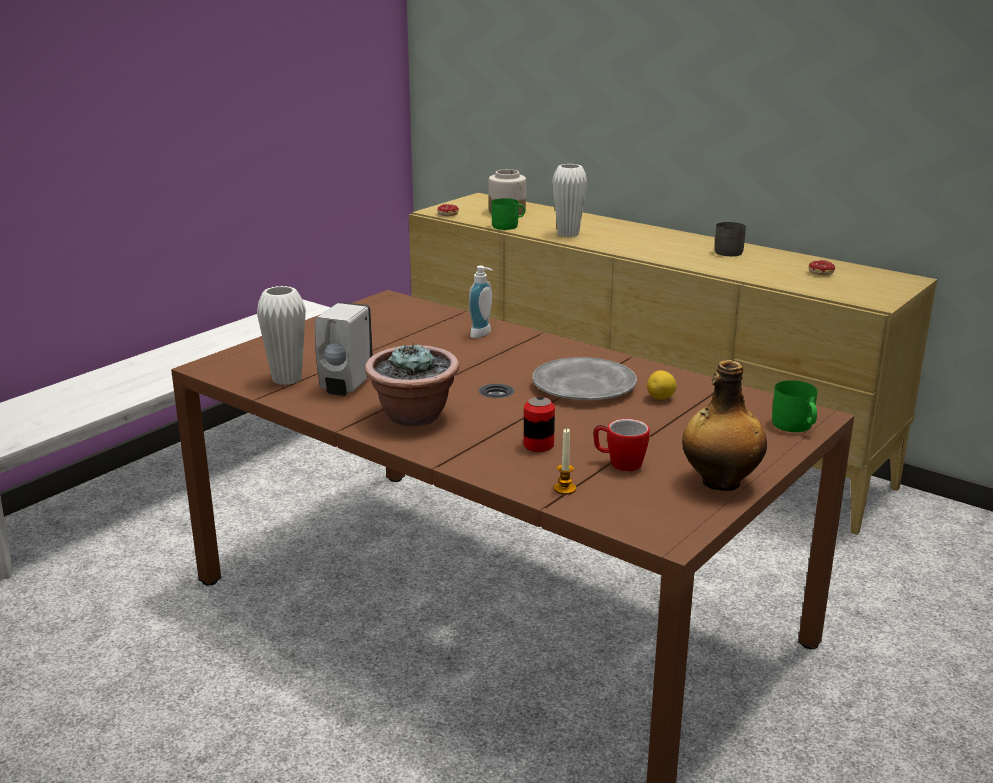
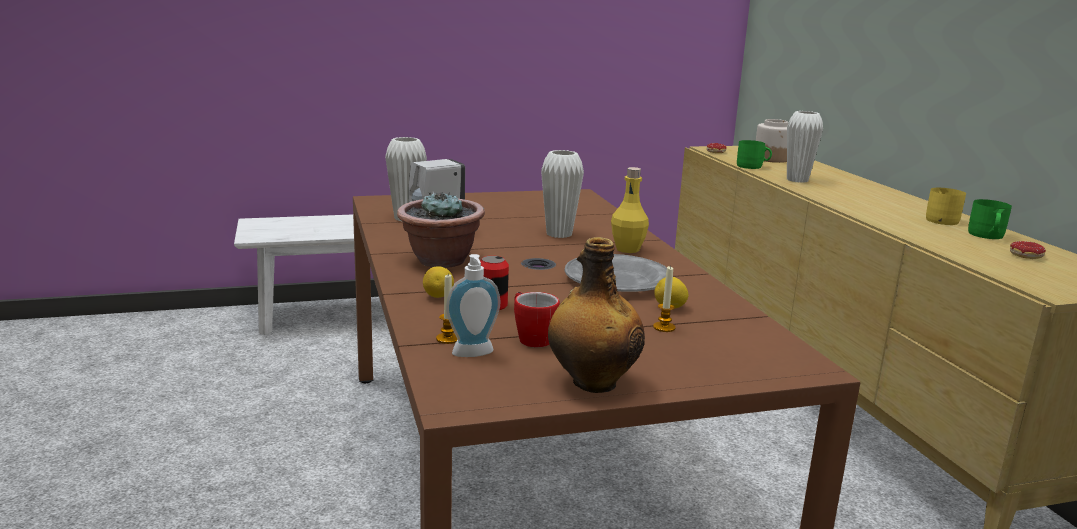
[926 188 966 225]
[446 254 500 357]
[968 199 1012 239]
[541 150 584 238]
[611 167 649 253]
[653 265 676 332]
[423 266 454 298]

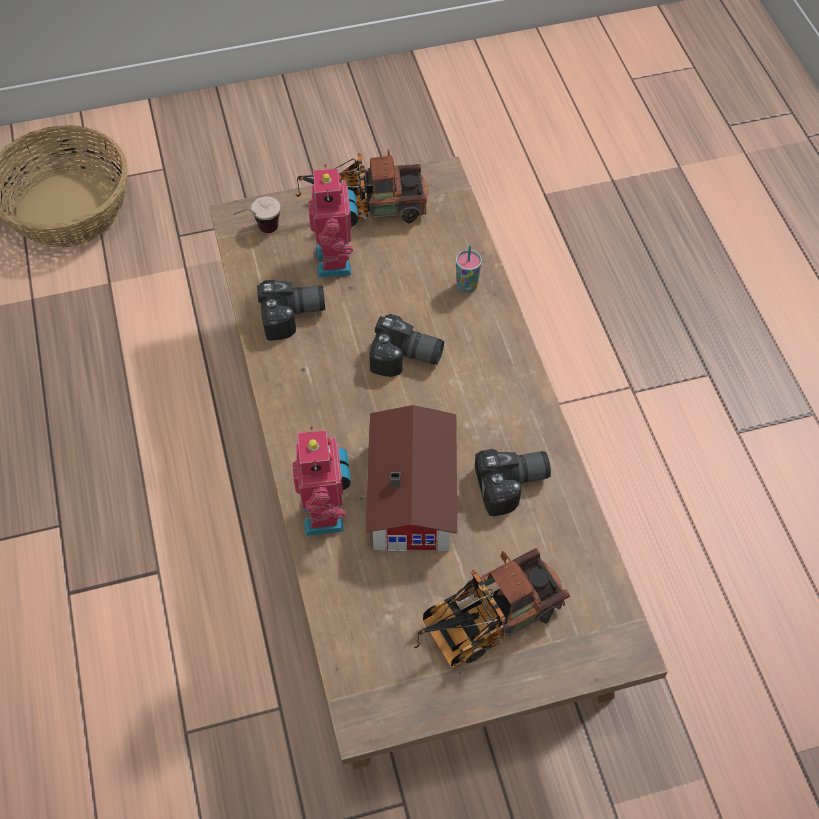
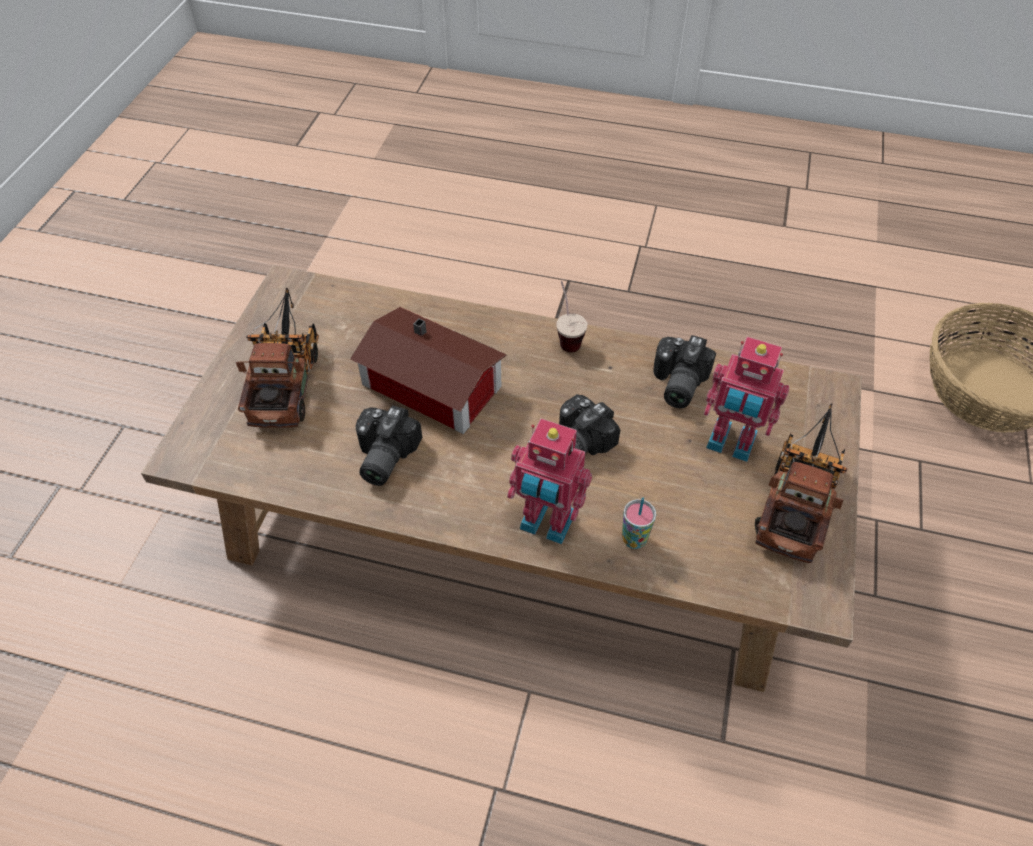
[556 281 588 352]
[507 418 592 544]

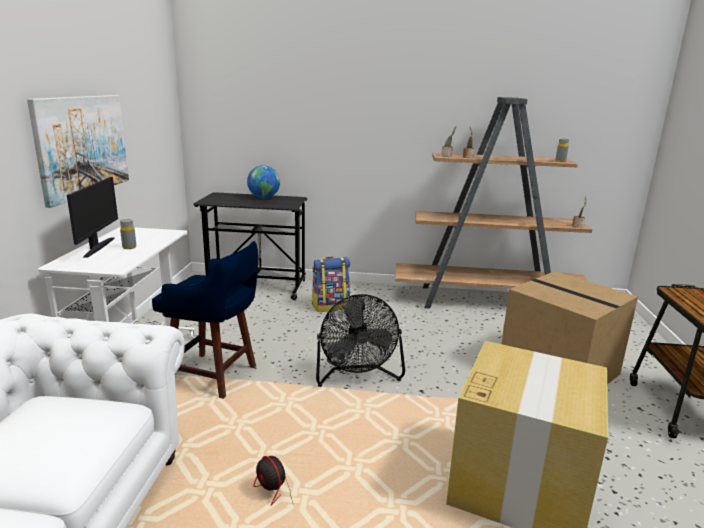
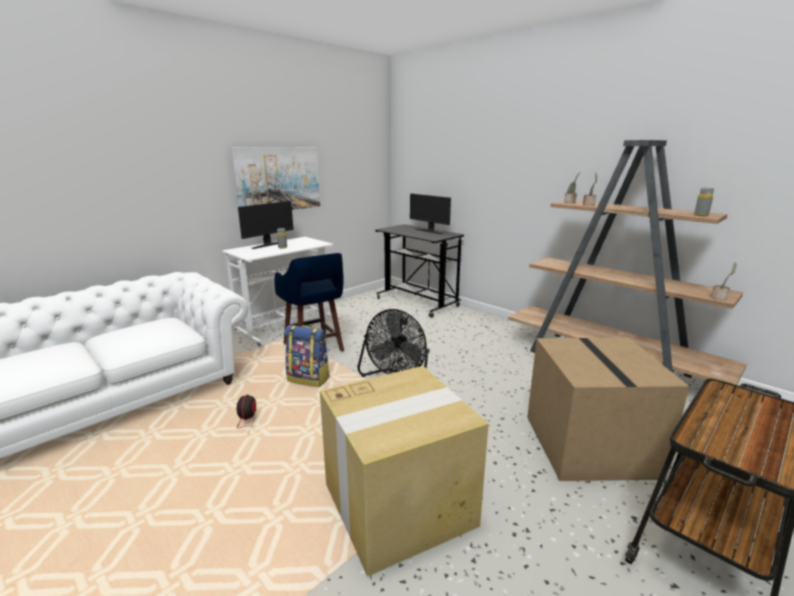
[410 194 451 234]
[284 325 330 387]

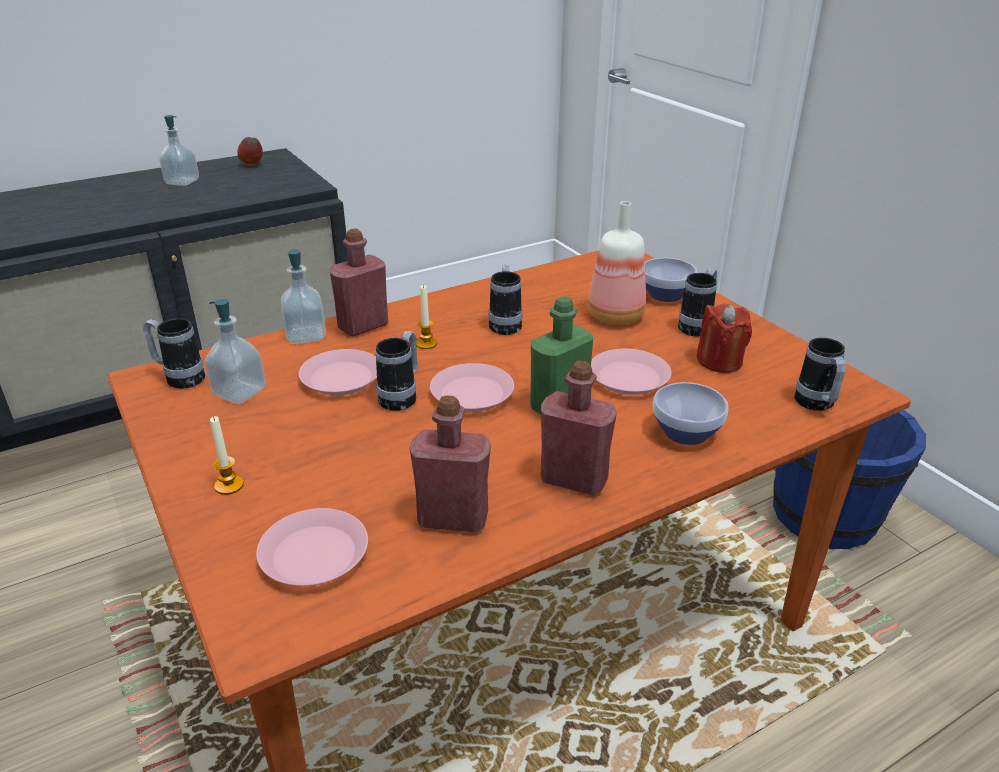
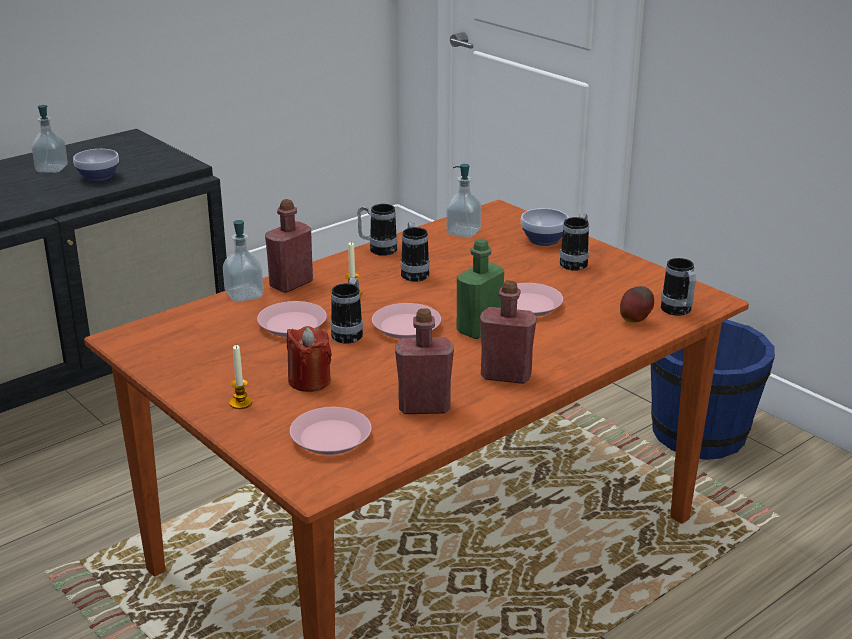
[620 286 654 323]
[587 201 646 325] (first image)
[446 164 482 238]
[287 326 332 392]
[357 204 397 256]
[73 149 119 182]

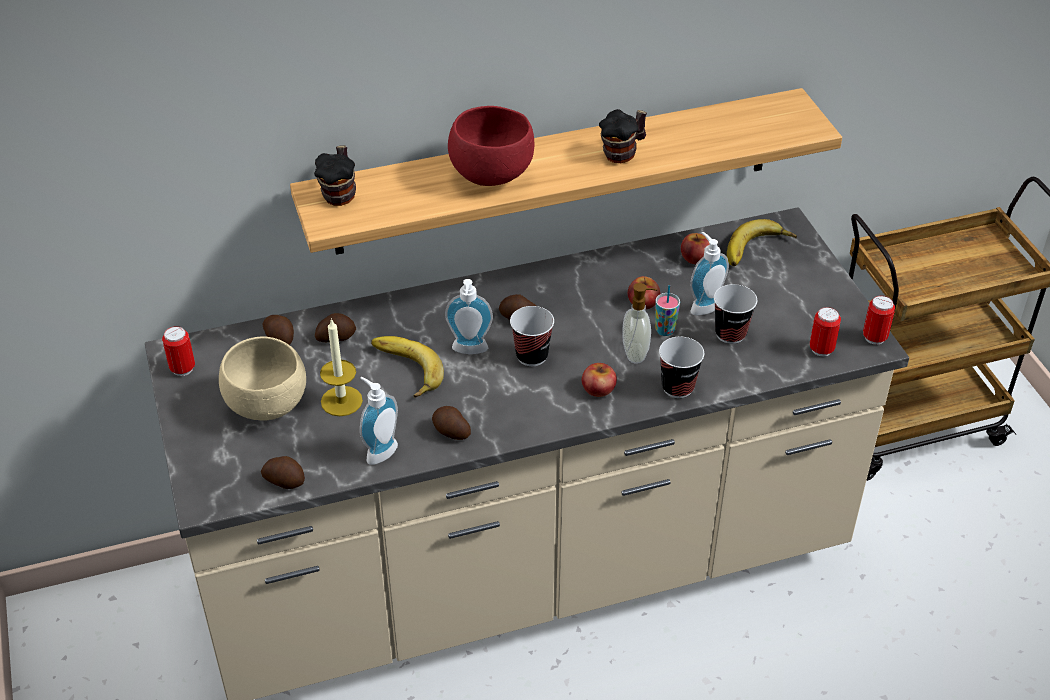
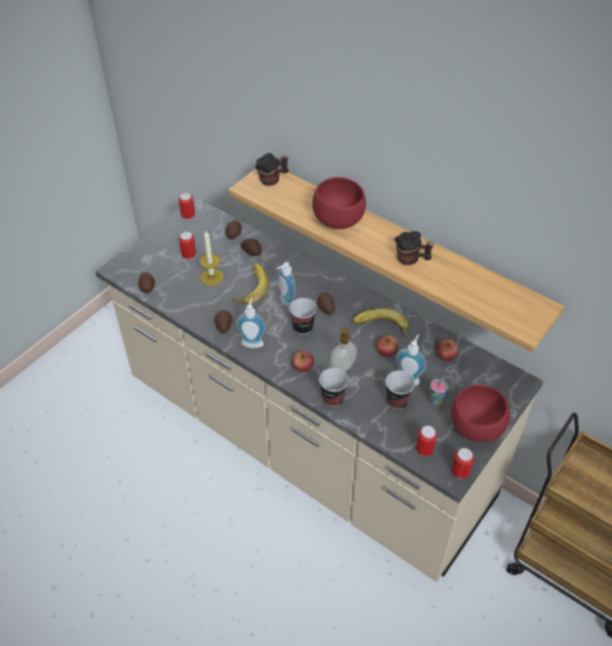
[353 308 408 338]
[429 377 447 406]
[179 232 196 260]
[236 298 266 348]
[451 385 510 442]

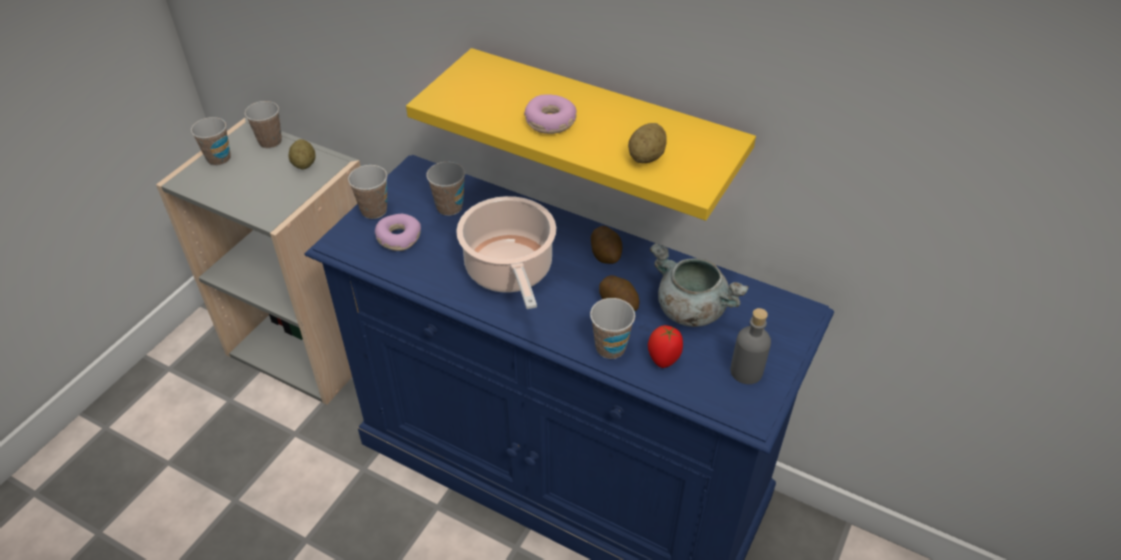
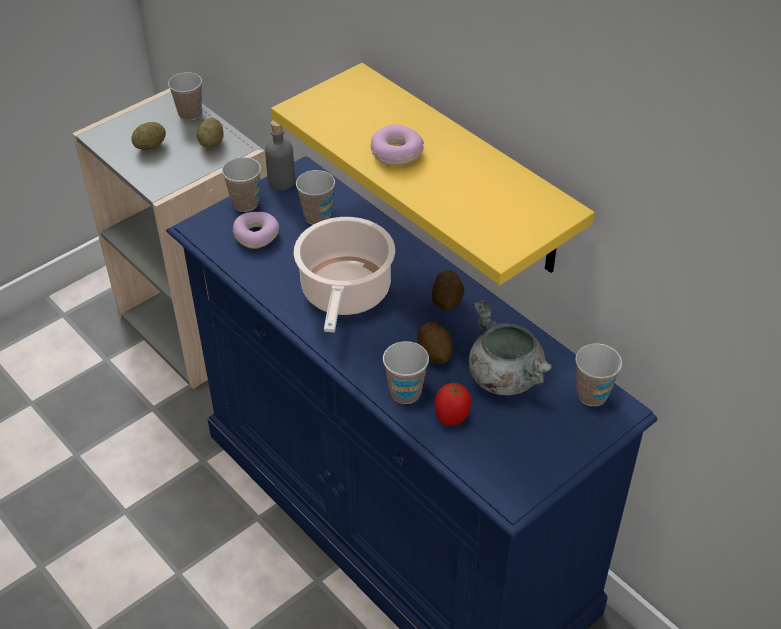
[575 343 622 406]
[131 122 166 150]
[265 120 295 190]

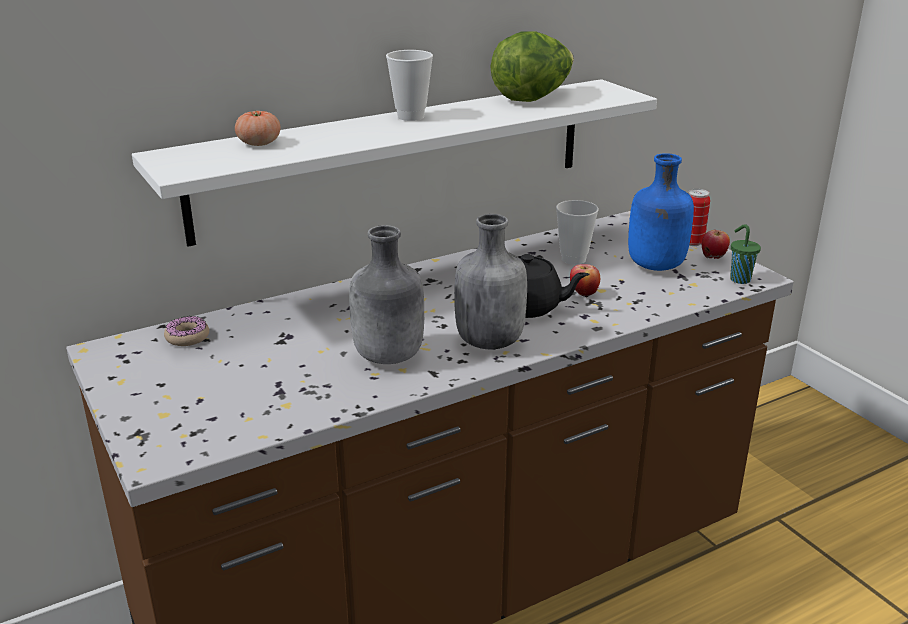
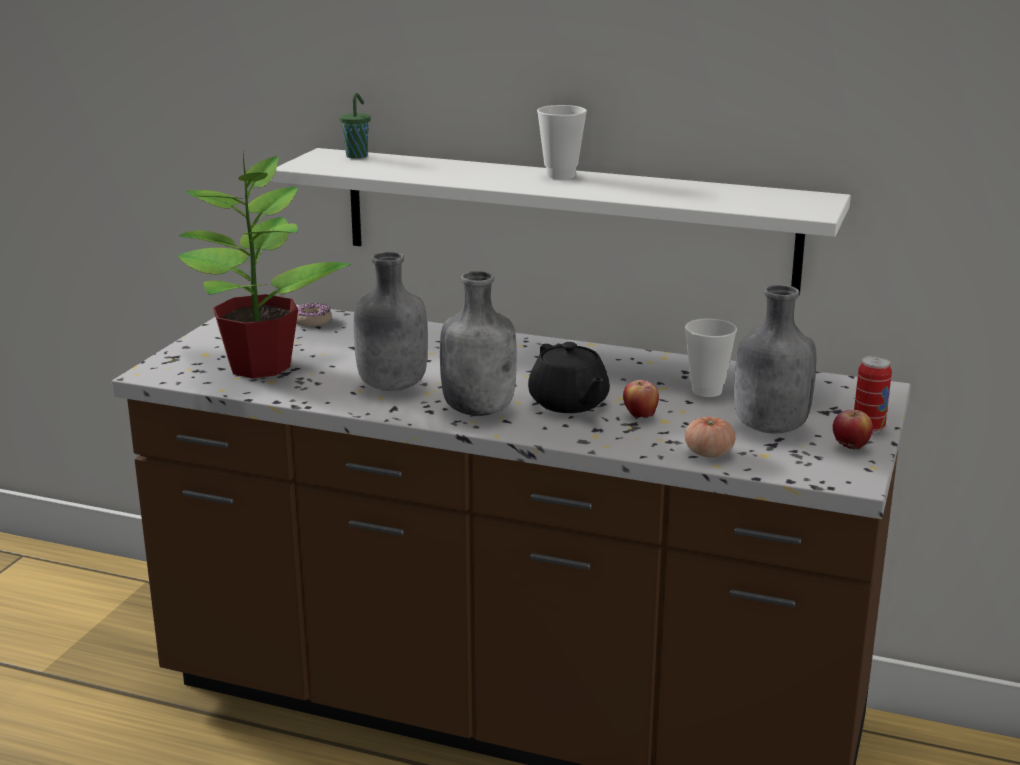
[490 32 574 102] (first image)
[685 417 735 458]
[734 285 817 434]
[340 93 371 159]
[178 151 350 378]

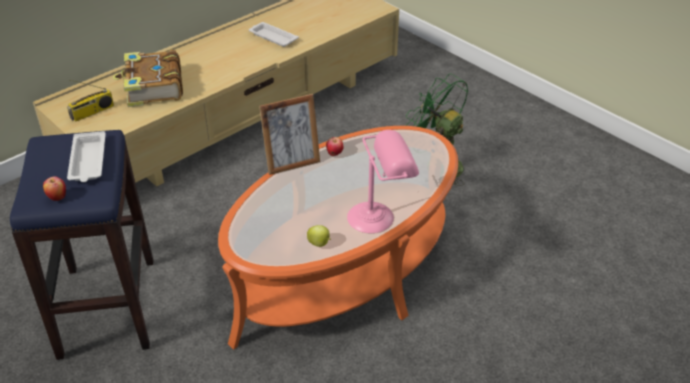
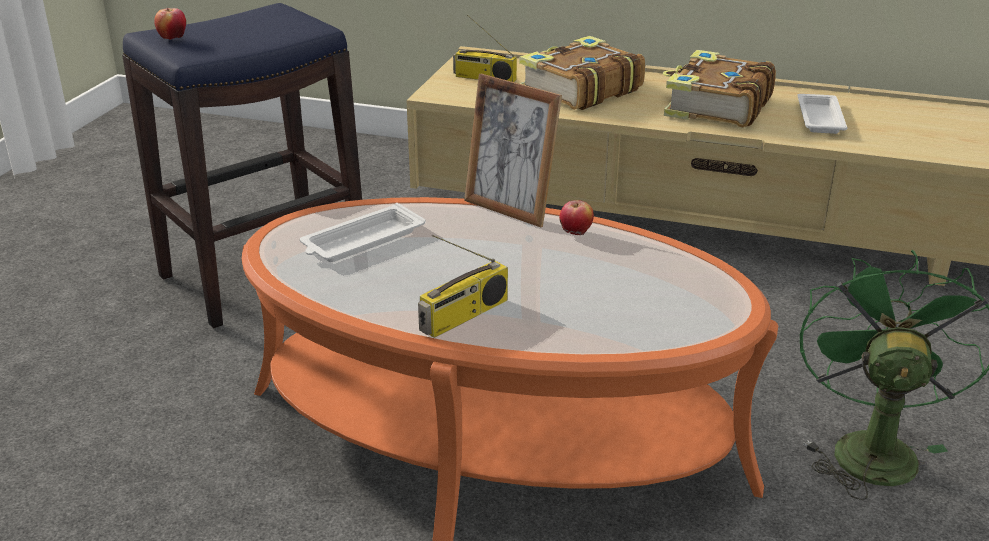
[418 235 508 338]
[300 203 426 262]
[307 225 331 247] (first image)
[663 50 776 127]

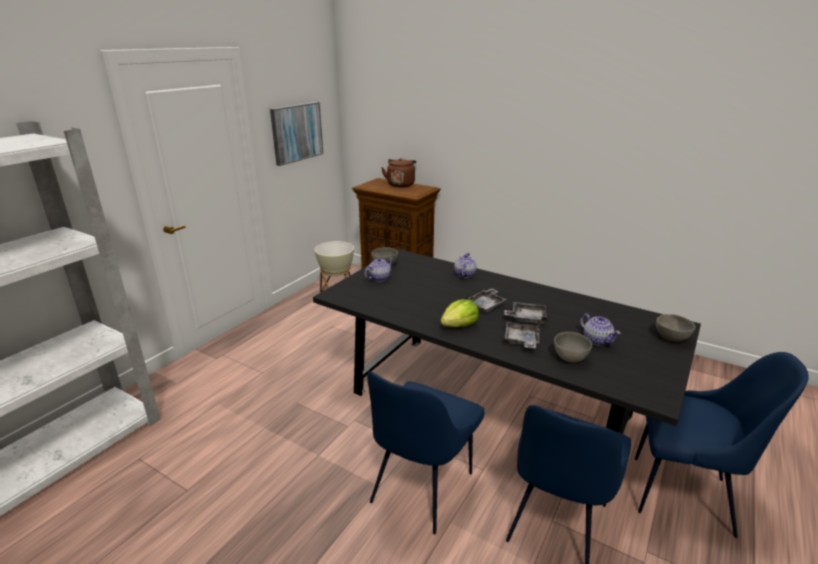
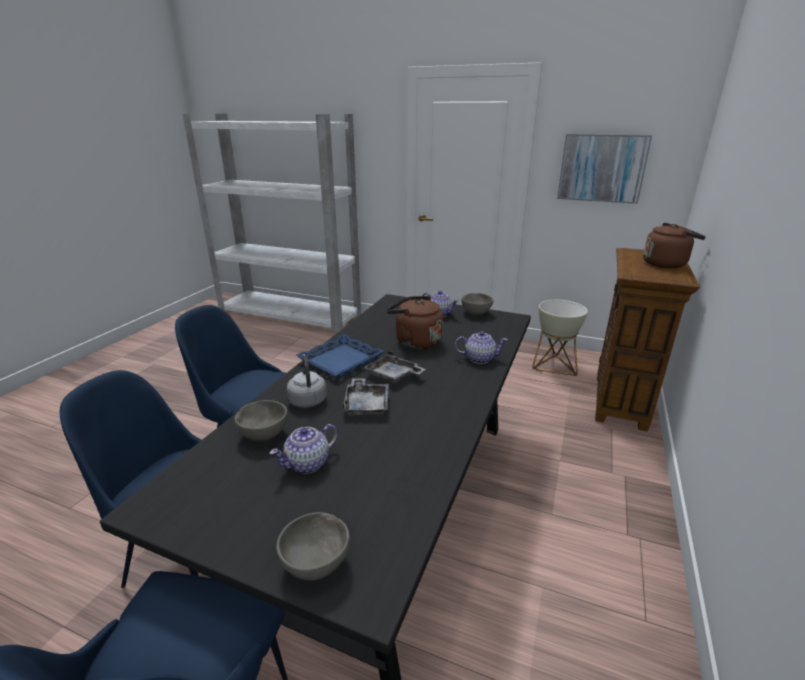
[295 334 385 378]
[287 356 327 408]
[386 296 443 349]

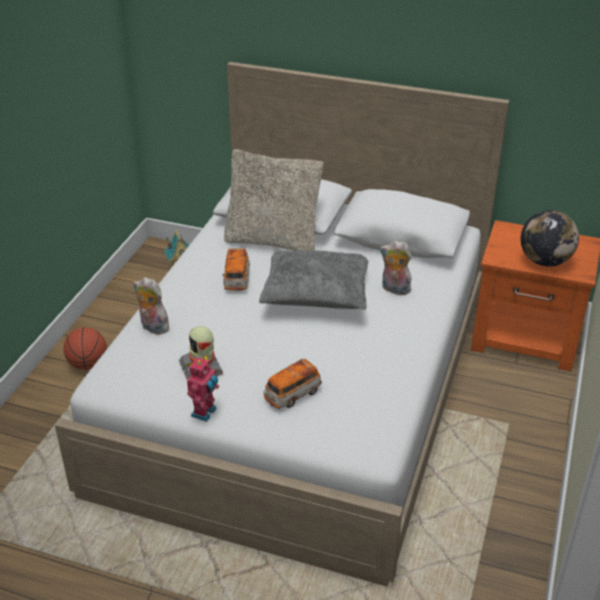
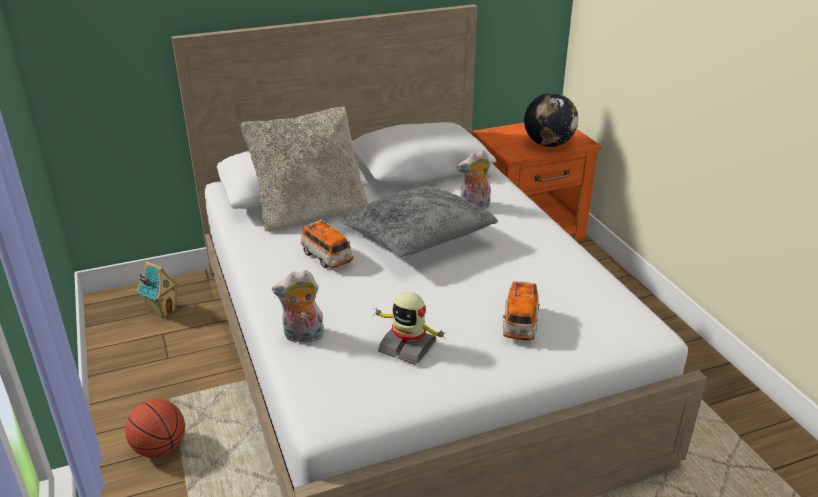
[187 356 219 422] (first image)

